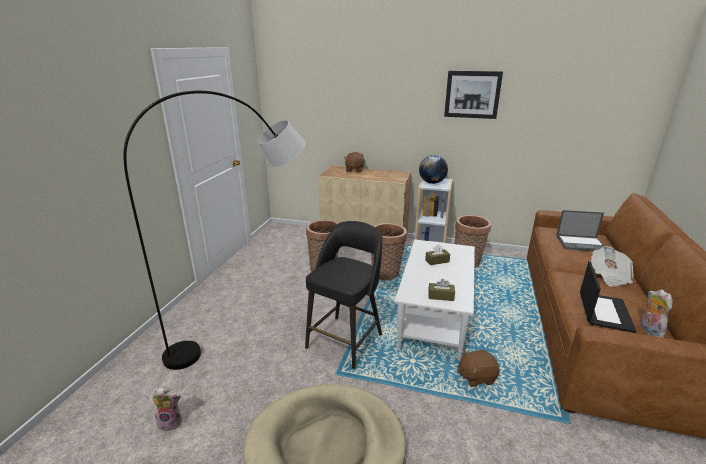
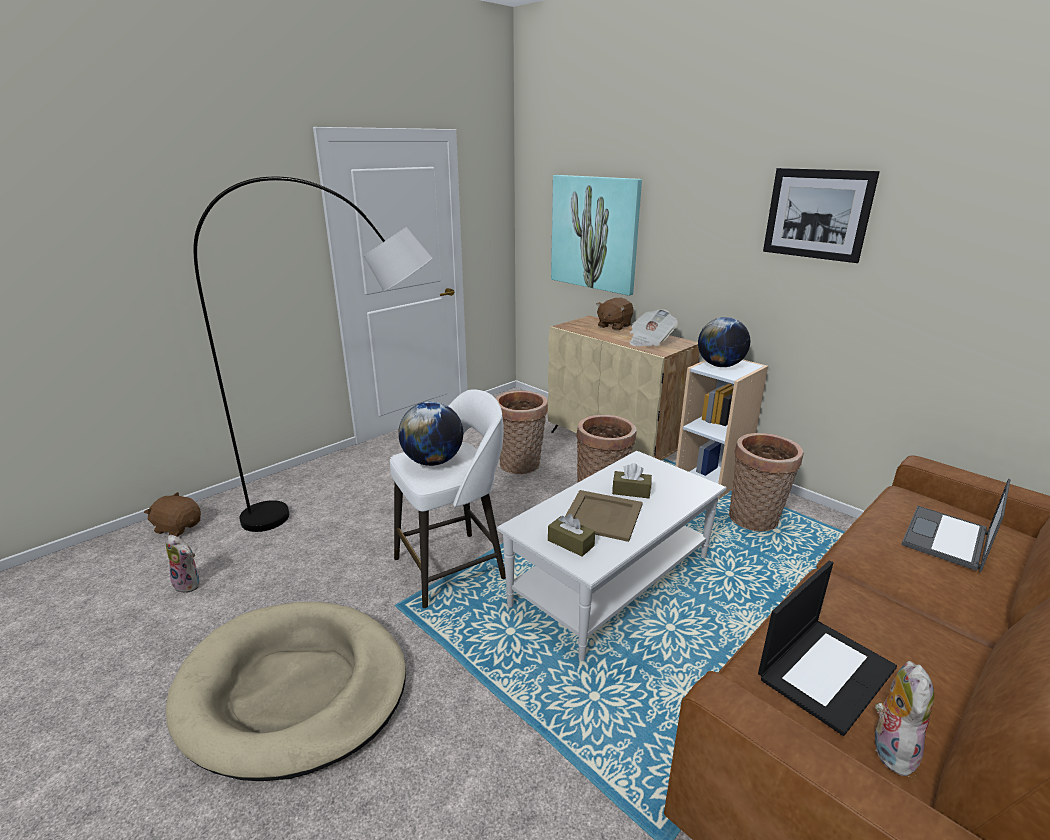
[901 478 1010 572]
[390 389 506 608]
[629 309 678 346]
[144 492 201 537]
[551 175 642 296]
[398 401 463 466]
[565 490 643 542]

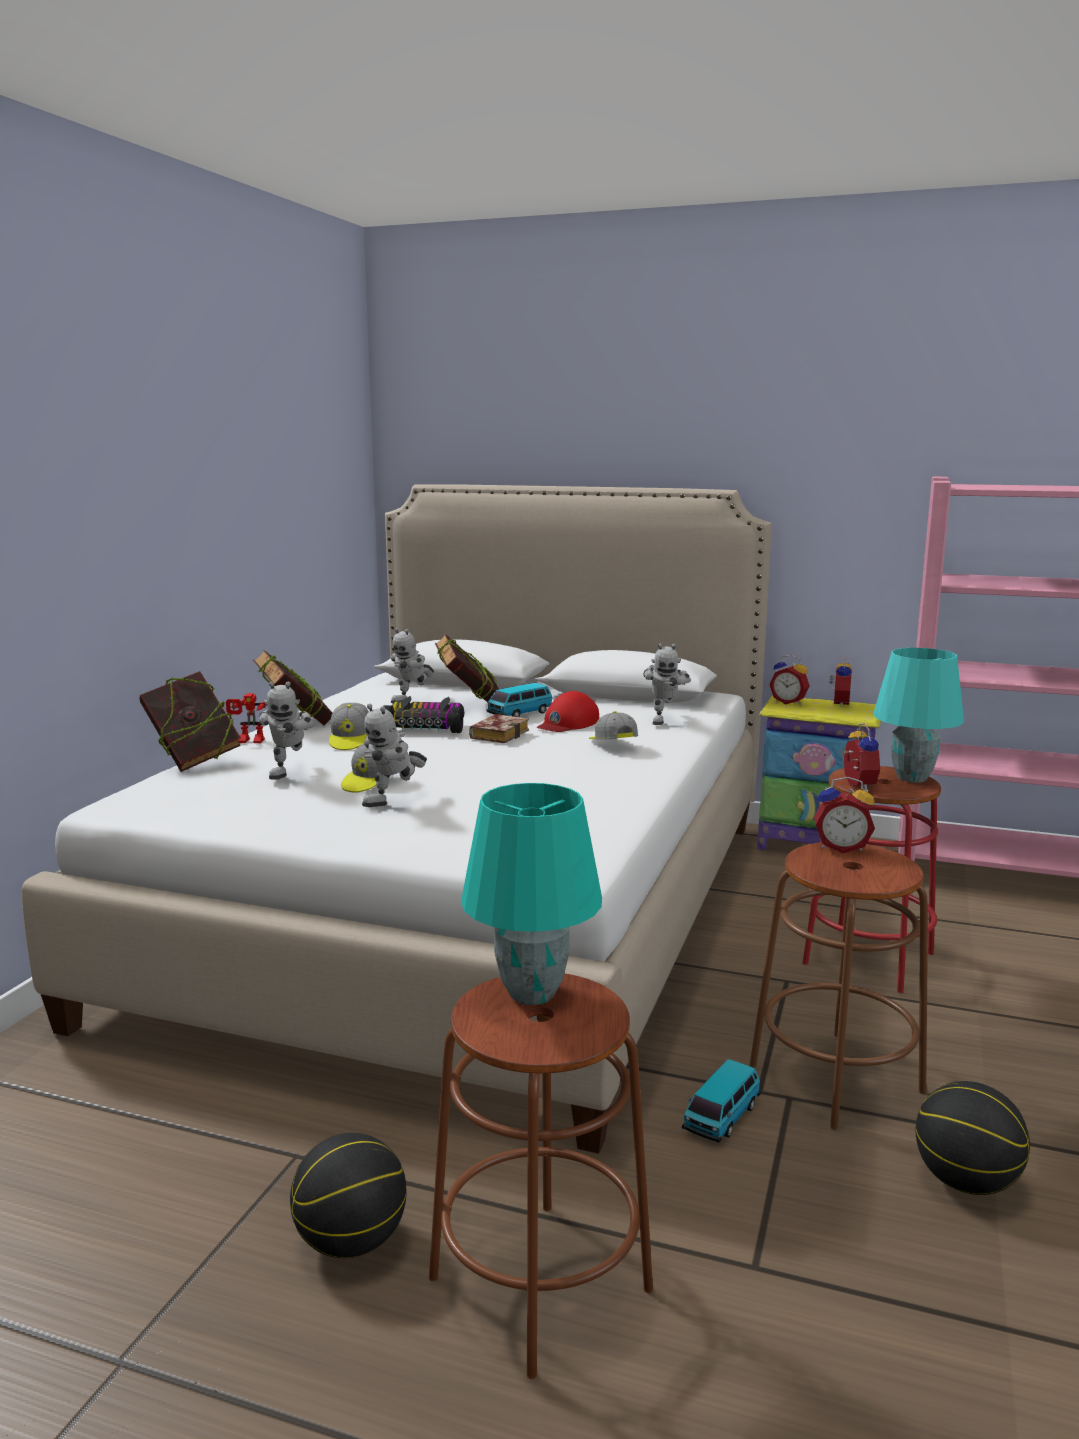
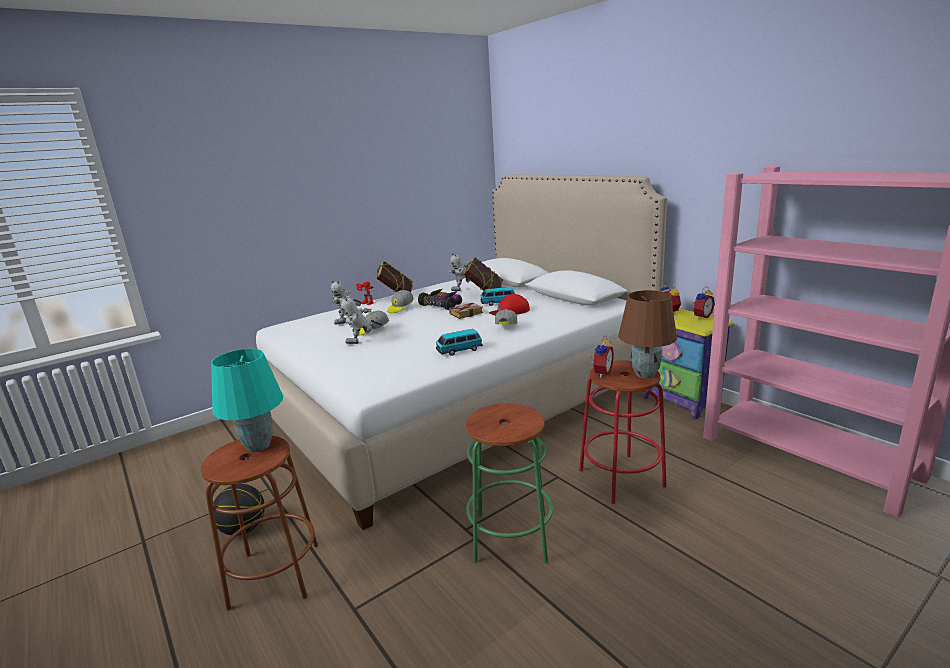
[643 644 691 725] (first image)
[618 290 677 378]
[140 671 241 772] (first image)
[814 777 875 853] (first image)
[466 403 553 564]
[436 329 483 356]
[915 1081 1030 1195] (first image)

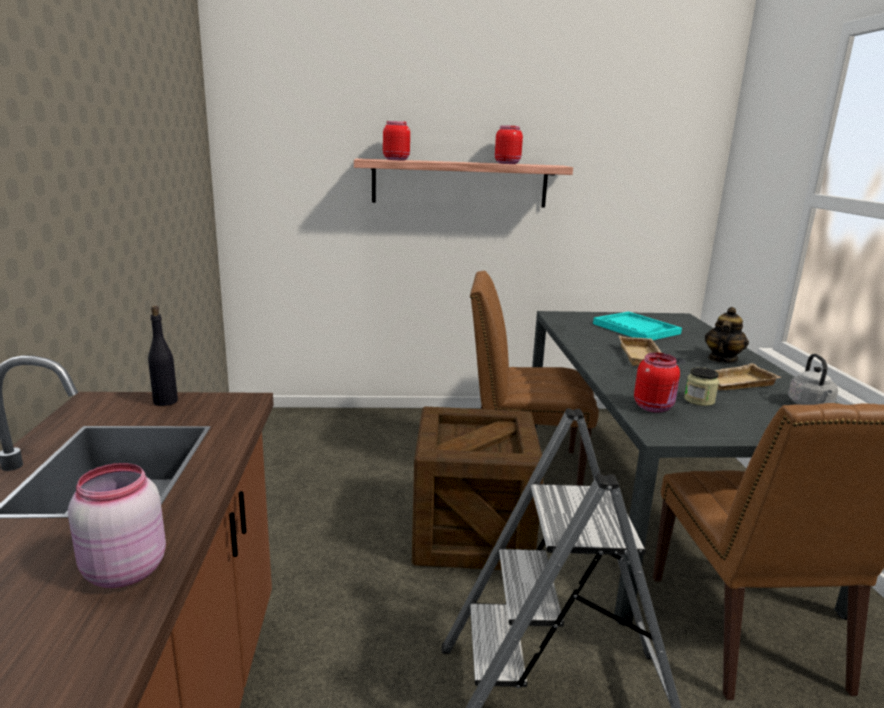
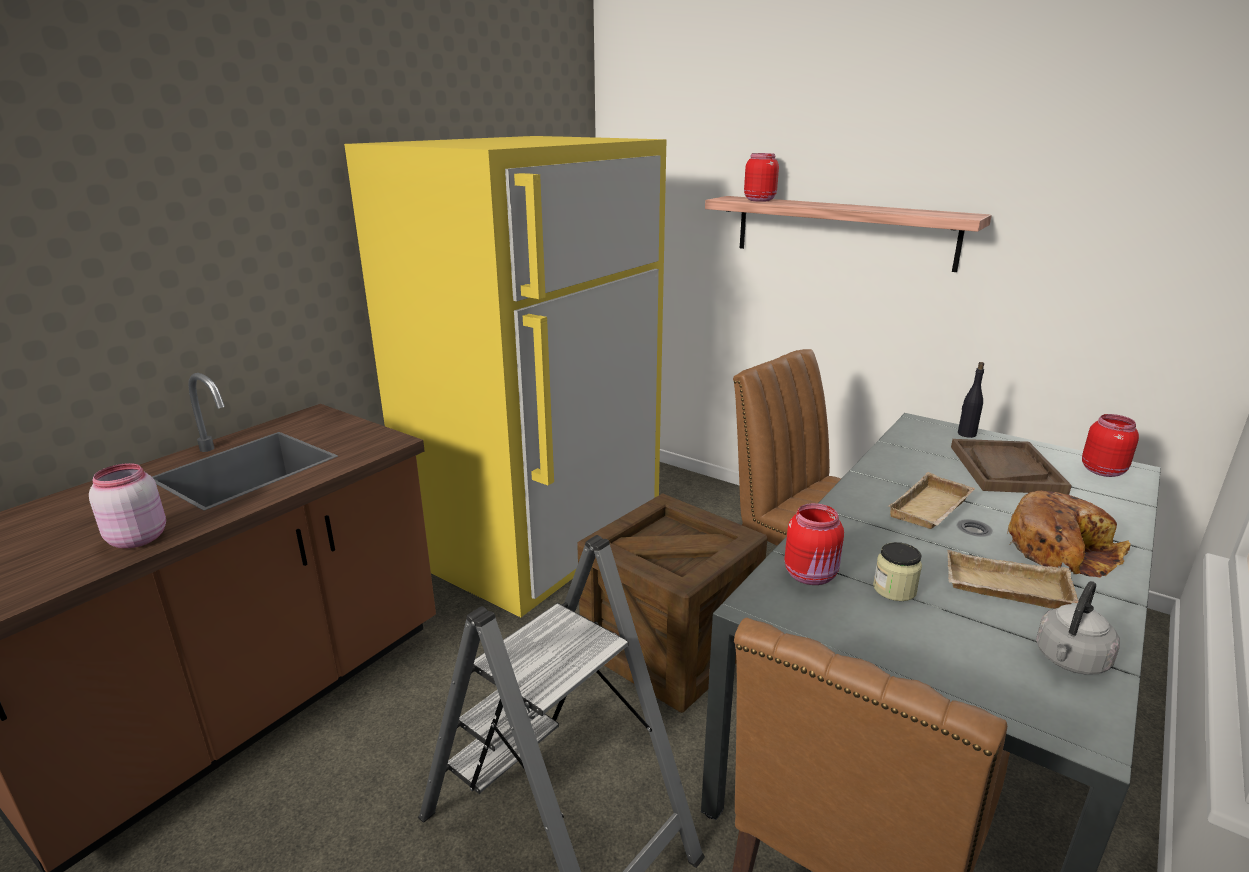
[1082 414 1139 477]
[958 362 984 438]
[1007 491 1131 578]
[951 439 1072 494]
[344 136 667 617]

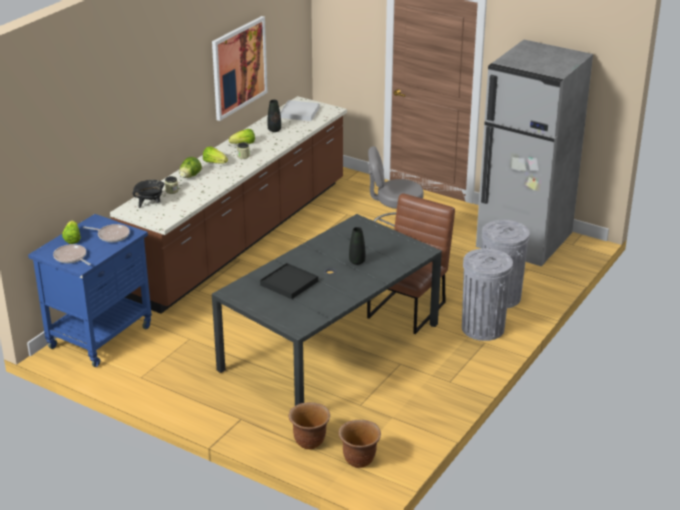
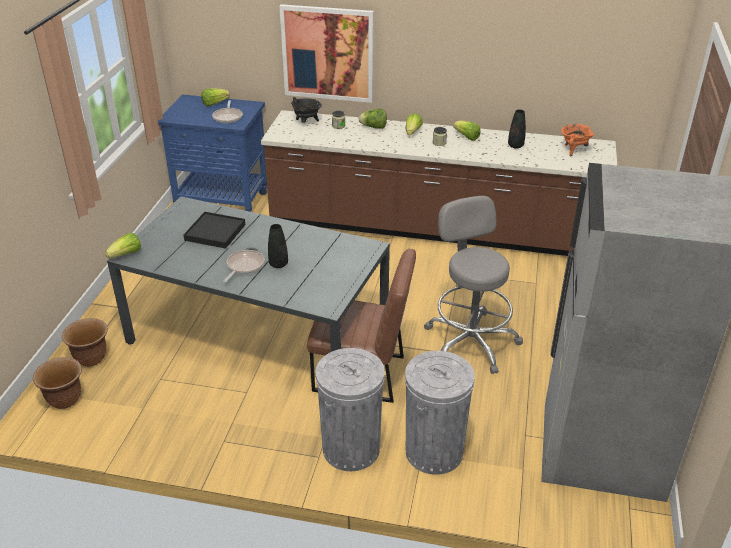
[279 4 374 103]
[561 124 594 157]
[223 250 265 282]
[105 233 141 258]

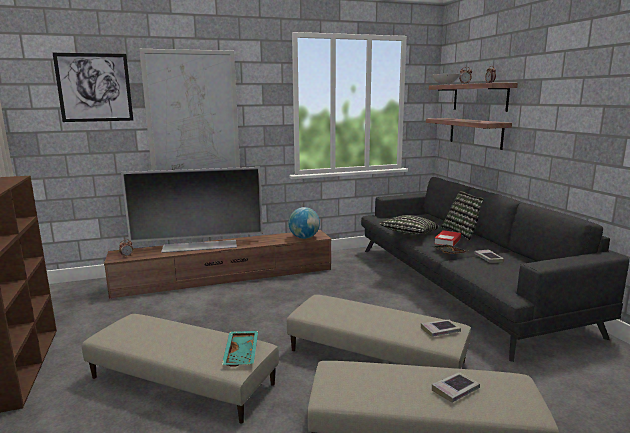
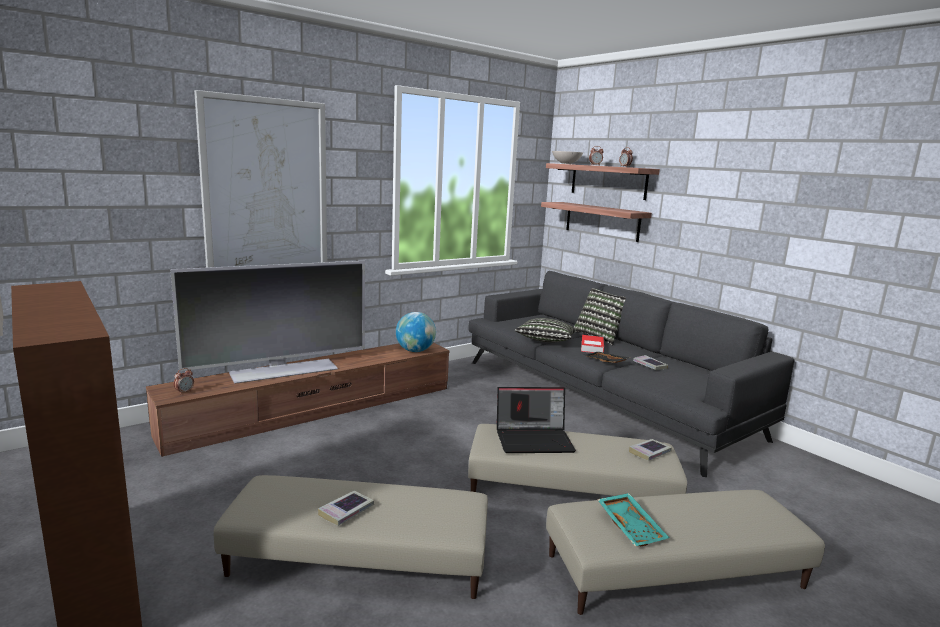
[53 53 133 122] (first image)
[597 493 669 546]
[318 491 374 526]
[497 387 576 453]

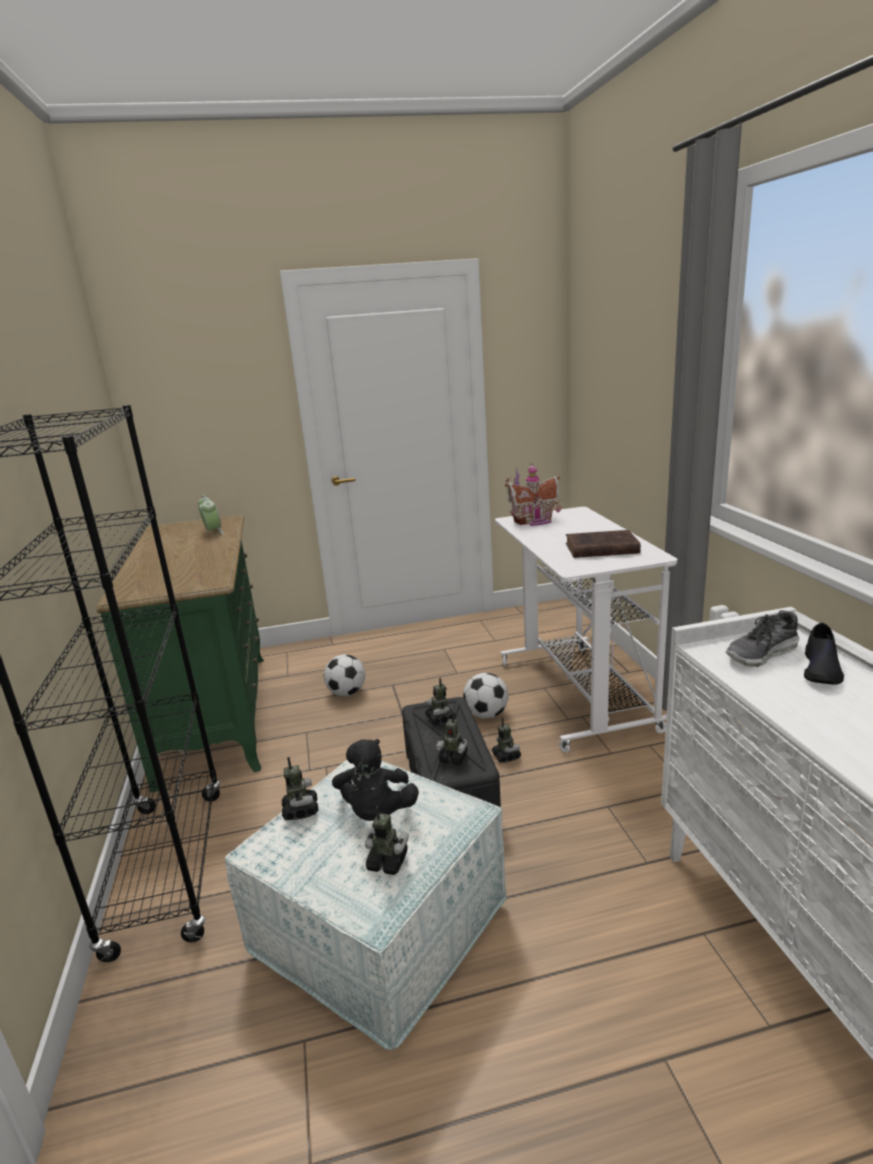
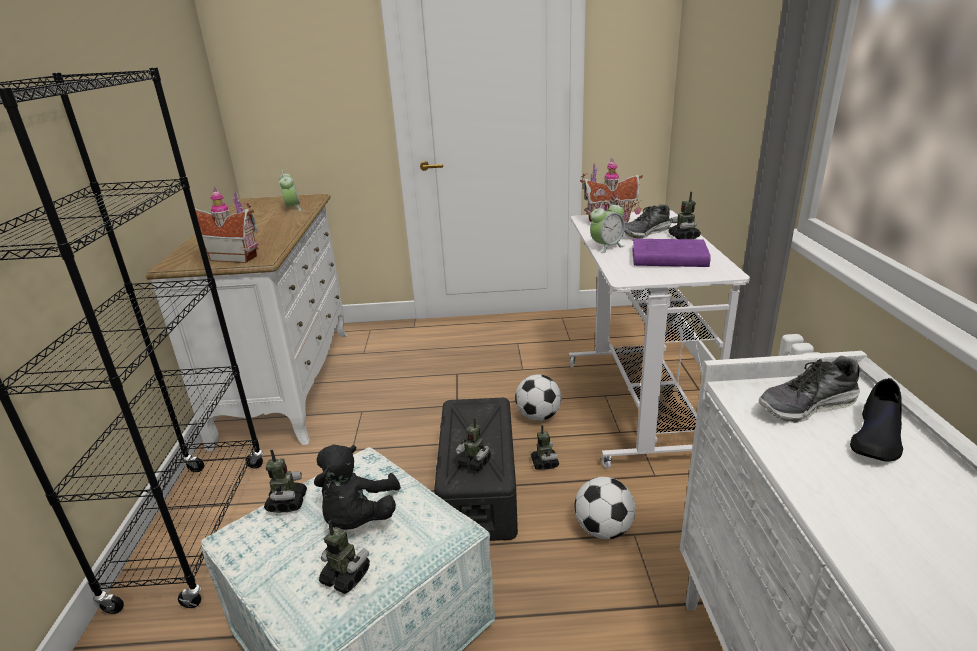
[146 194 347 451]
[632 239 711 267]
[574 477 636 539]
[668 192 701 239]
[193 187 259 263]
[590 200 625 253]
[624 204 671 239]

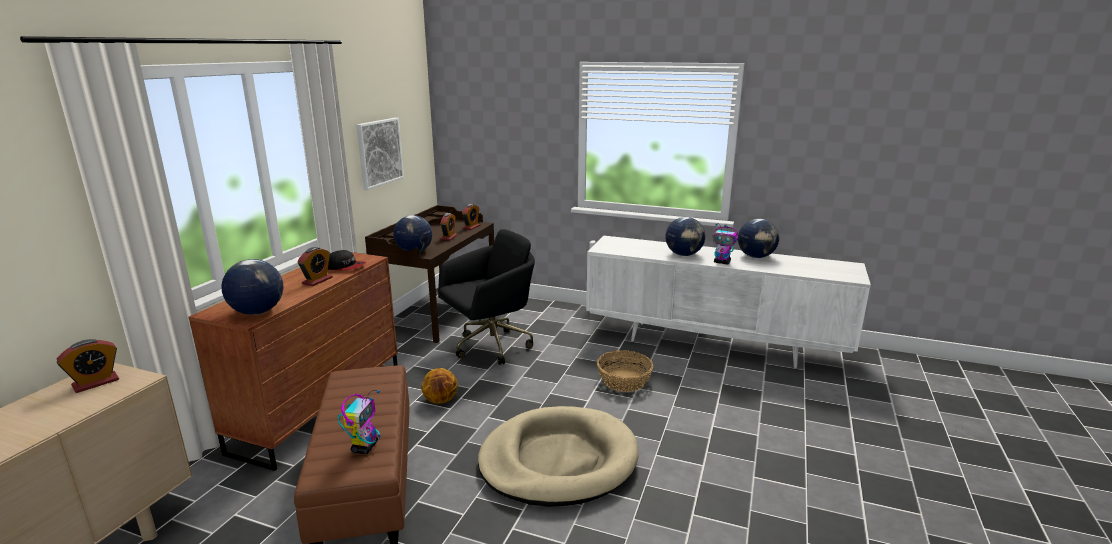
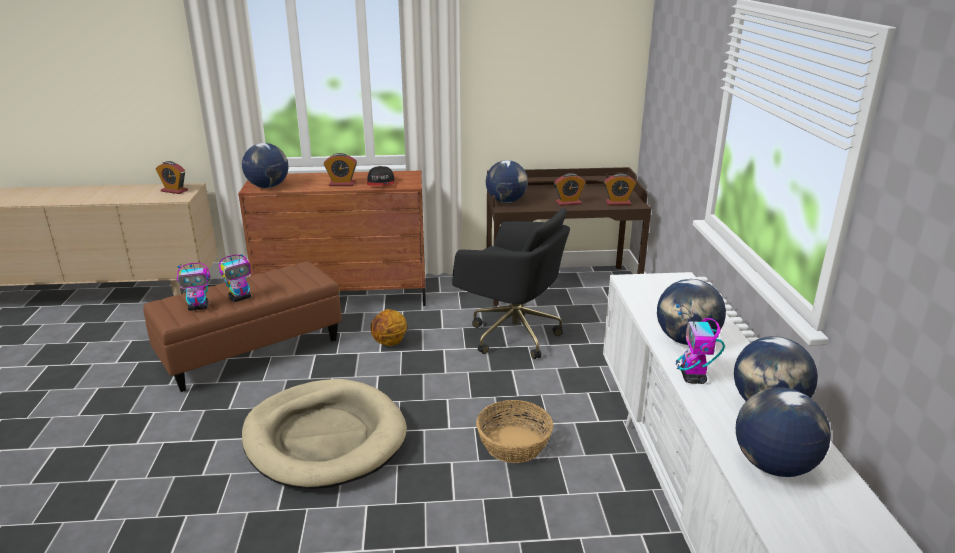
[356 118 404 190] (first image)
[219 254 251 302]
[736 387 831 477]

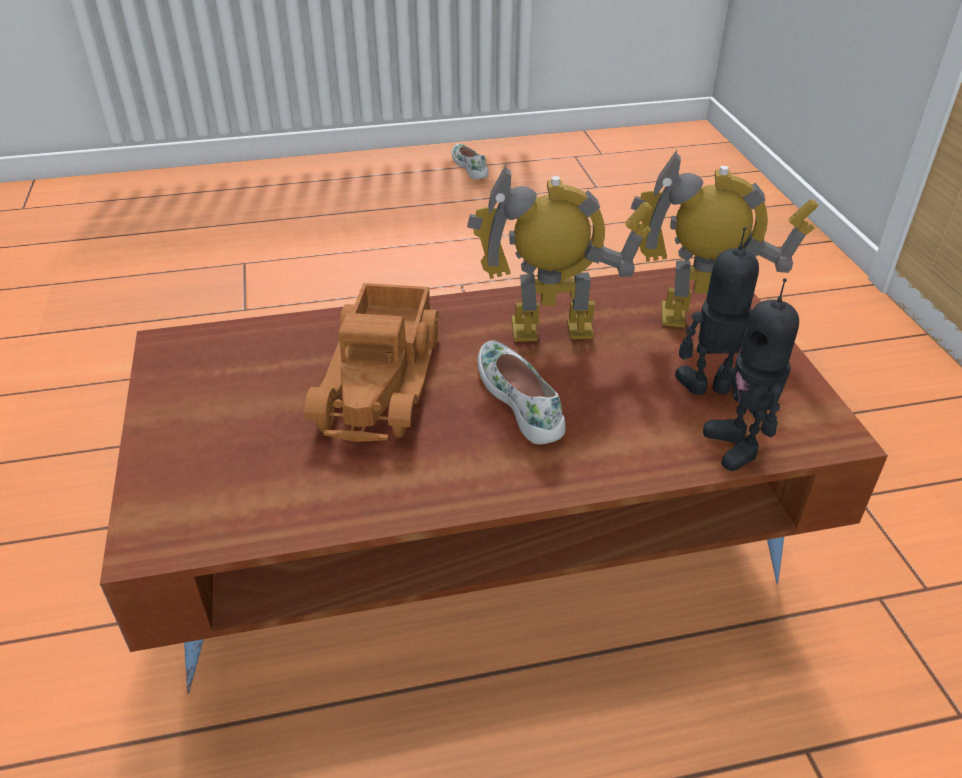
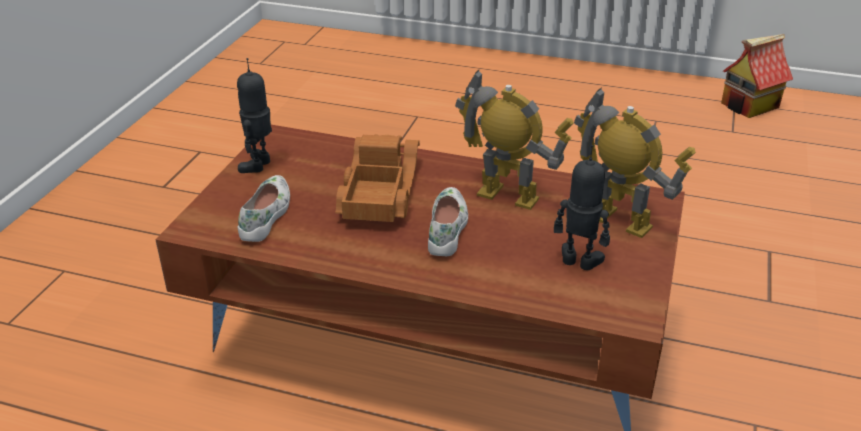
[238 175 290 242]
[237 58 272 173]
[335 134 420 222]
[721 34 793 118]

